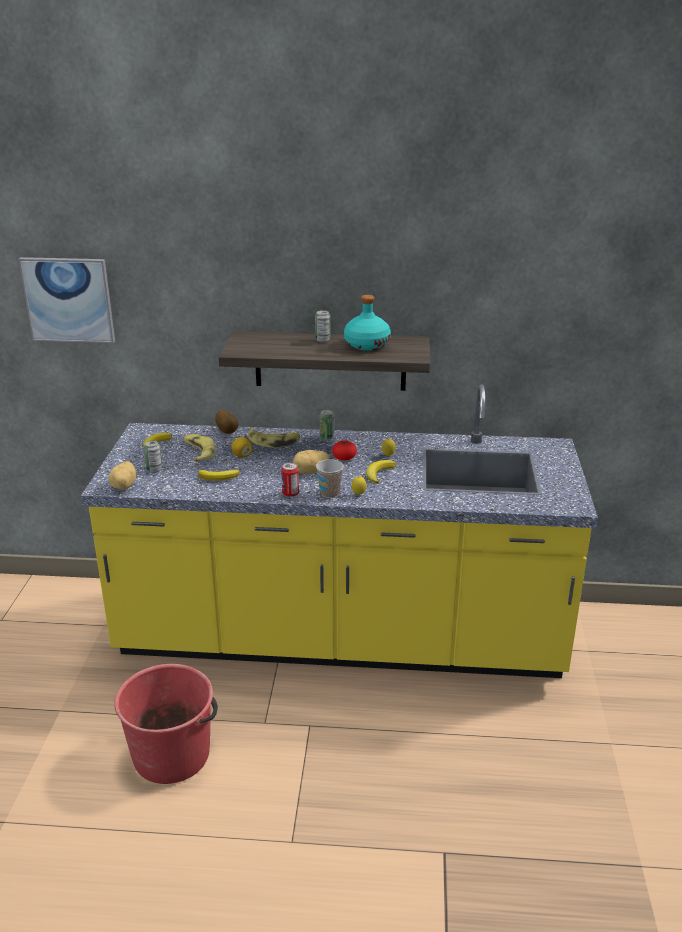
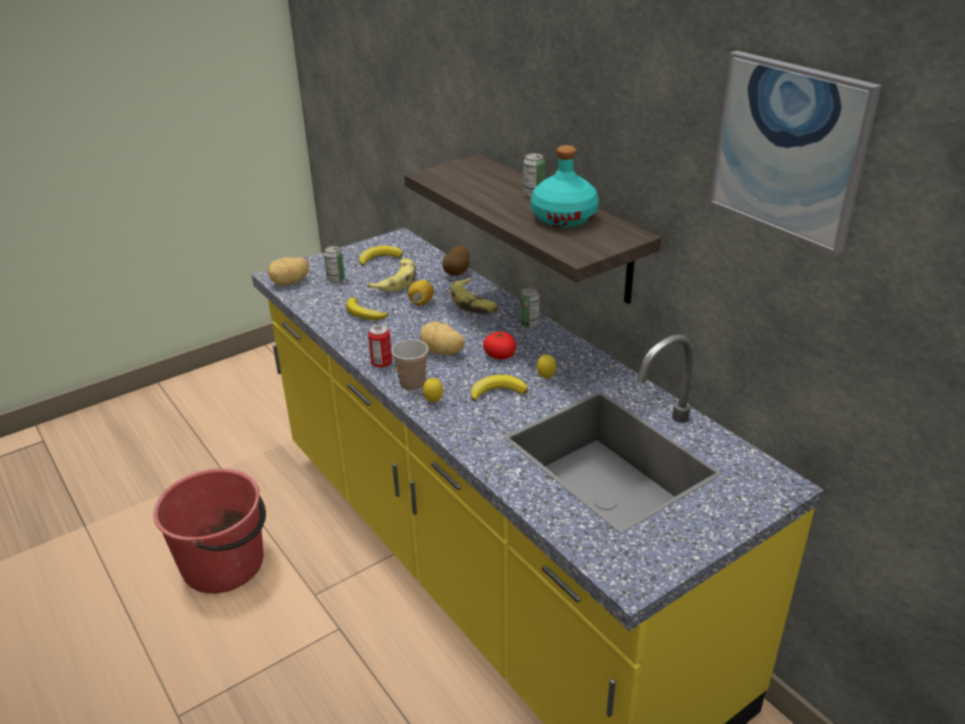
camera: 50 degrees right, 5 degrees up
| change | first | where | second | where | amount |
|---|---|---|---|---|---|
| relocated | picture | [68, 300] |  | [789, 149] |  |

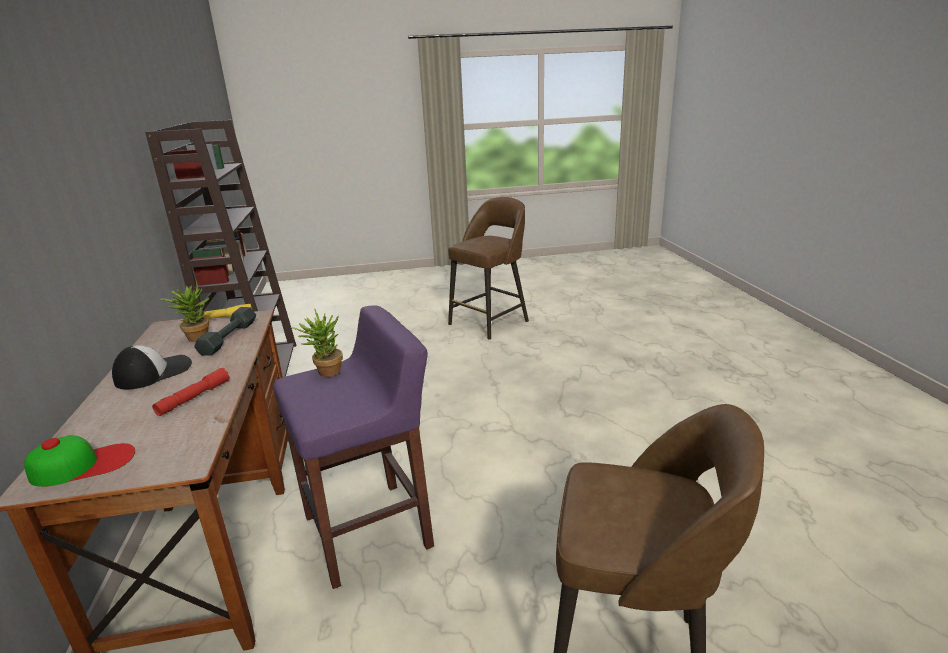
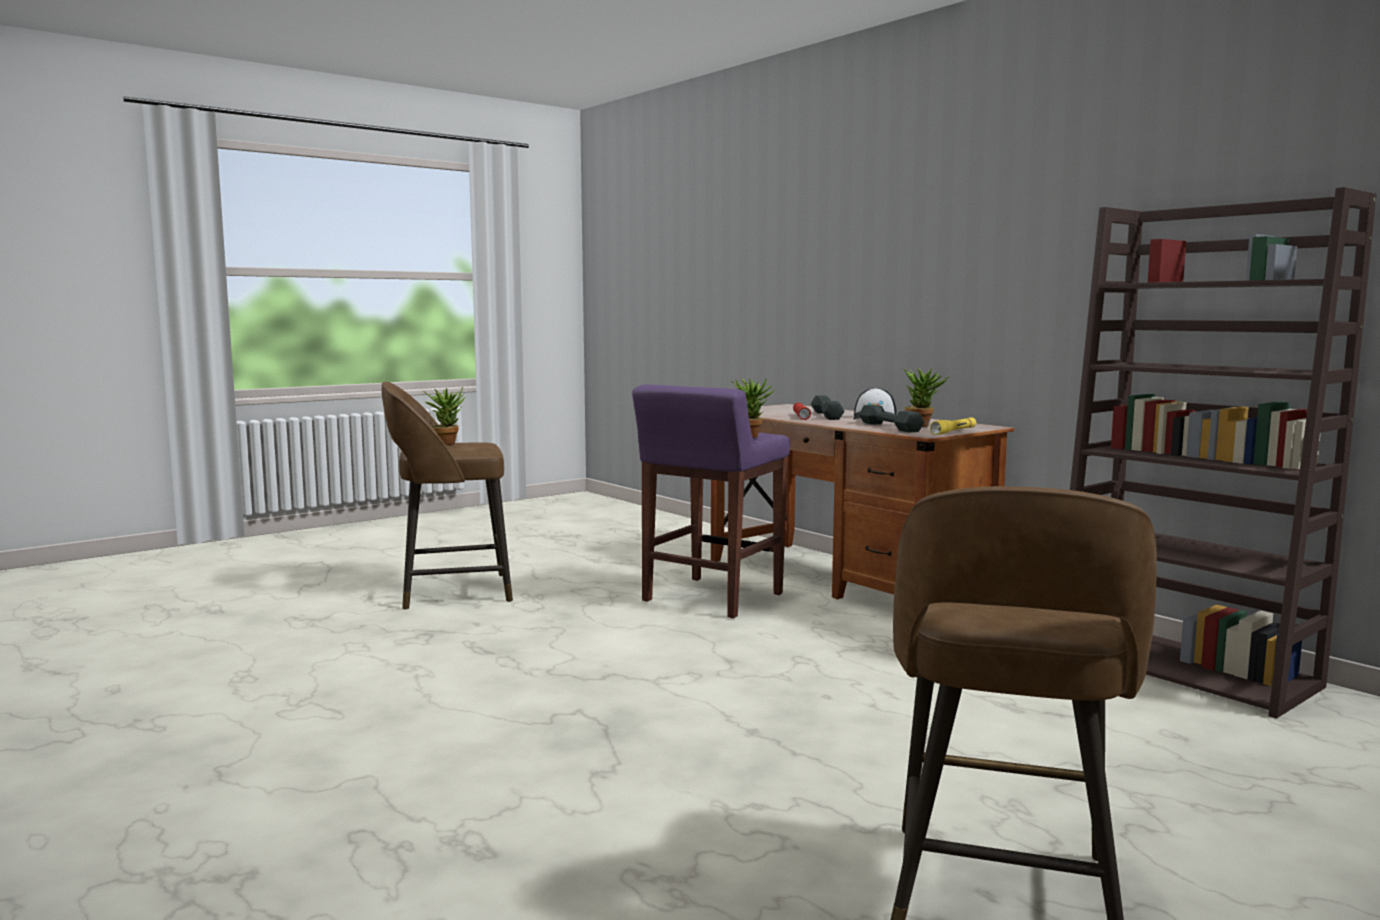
camera: 150 degrees right, 15 degrees down
| change | first | where | second | where | amount |
|---|---|---|---|---|---|
| missing | cap | [83, 464] |  |  |  |
| appeared |  |  | potted plant | [447, 443] |  |
| appeared |  |  | dumbbell in grey | [827, 415] |  |

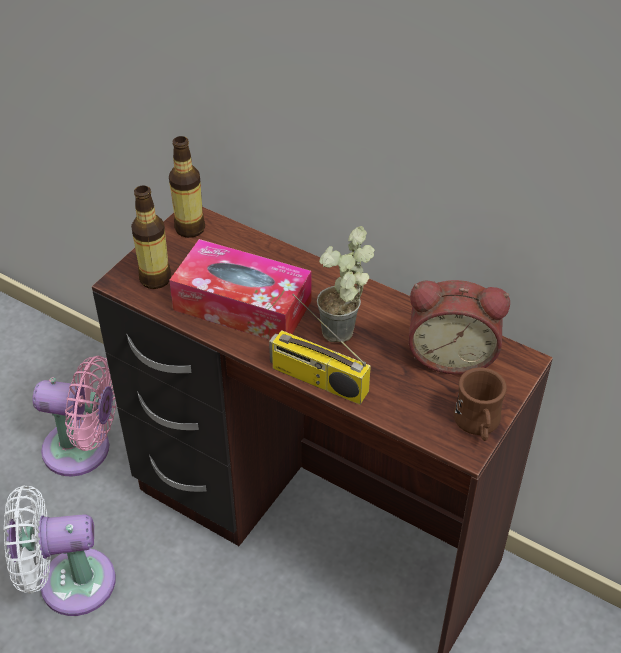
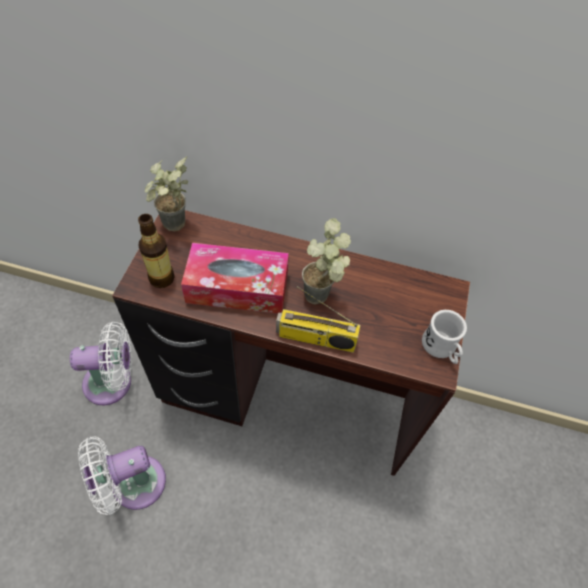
camera: 20 degrees left, 10 degrees up
| change | first | where | second | where | amount |
|---|---|---|---|---|---|
| missing | alarm clock | [451, 354] |  |  |  |
| exchanged | bottle | [190, 228] | potted plant | [174, 229] |  |
| colour | fan in pink | [83, 450] | fan in white | [113, 382] |  |
| colour | mug in brown | [478, 425] | mug in white | [441, 349] |  |

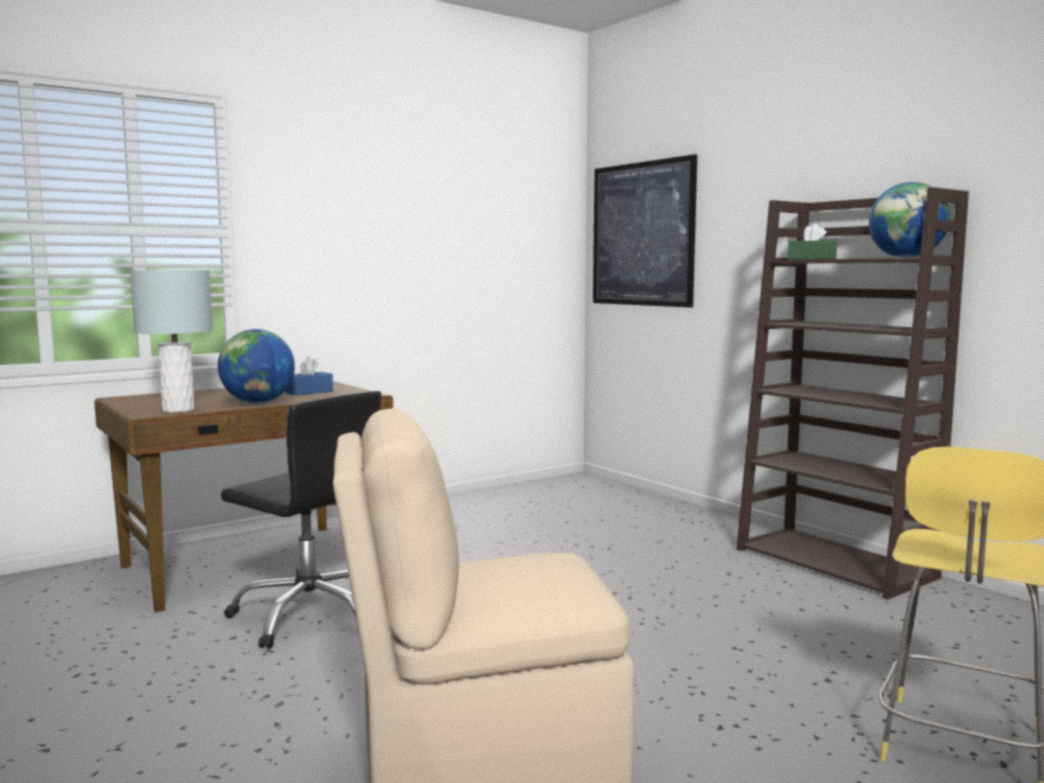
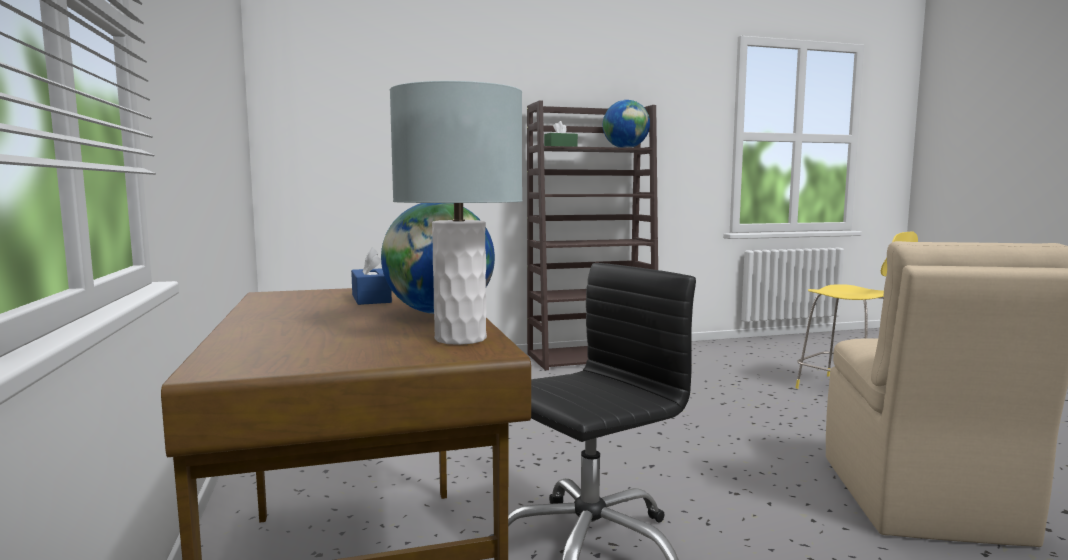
camera: 70 degrees left, 0 degrees up
| change | first | where | second | where | amount |
|---|---|---|---|---|---|
| missing | picture | [642, 234] |  |  |  |

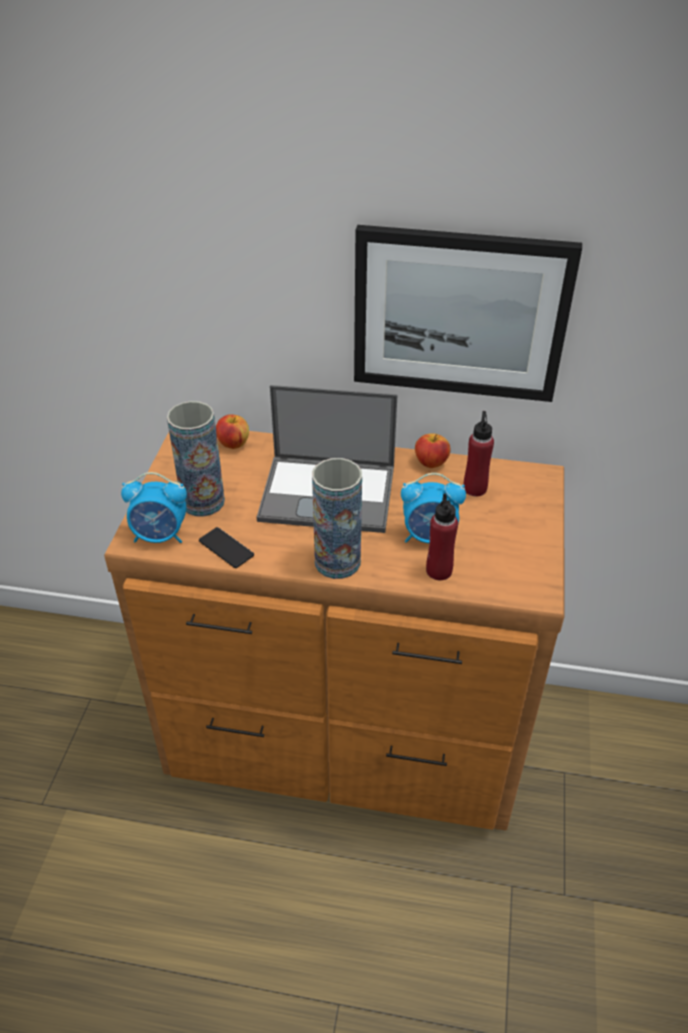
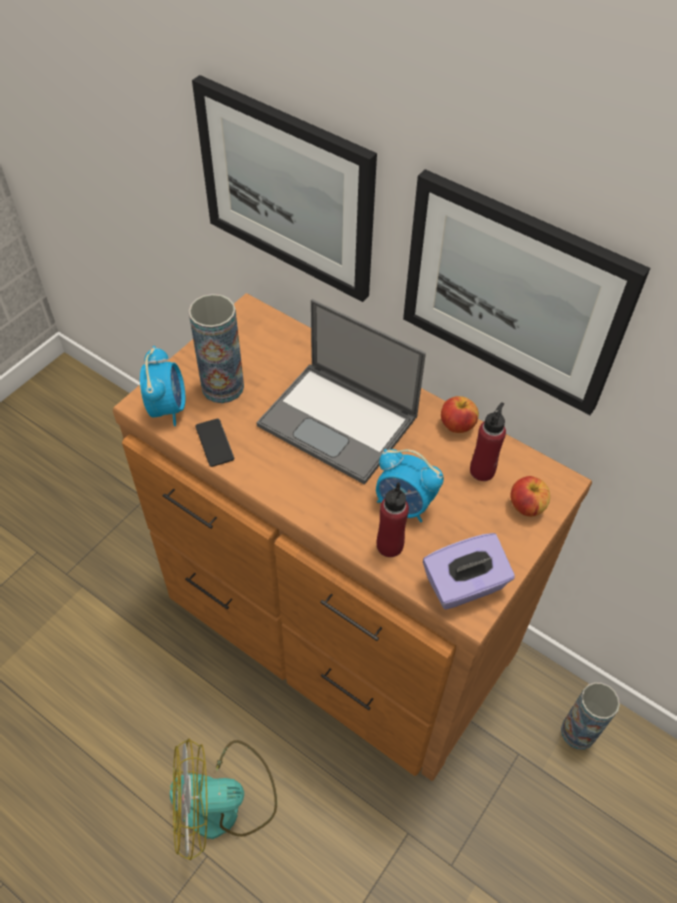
camera: 25 degrees right, 10 degrees up
| change | first | where | second | where | amount |
|---|---|---|---|---|---|
| appeared |  |  | fan | [222, 802] |  |
| appeared |  |  | picture | [287, 189] |  |
| appeared |  |  | tissue box in purple | [464, 585] |  |
| relocated | apple | [233, 443] |  | [526, 506] |  |
| relocated | vase | [337, 562] |  | [578, 732] |  |
| spun | alarm clock | [160, 535] |  | [167, 408] | 120 degrees counterclockwise |

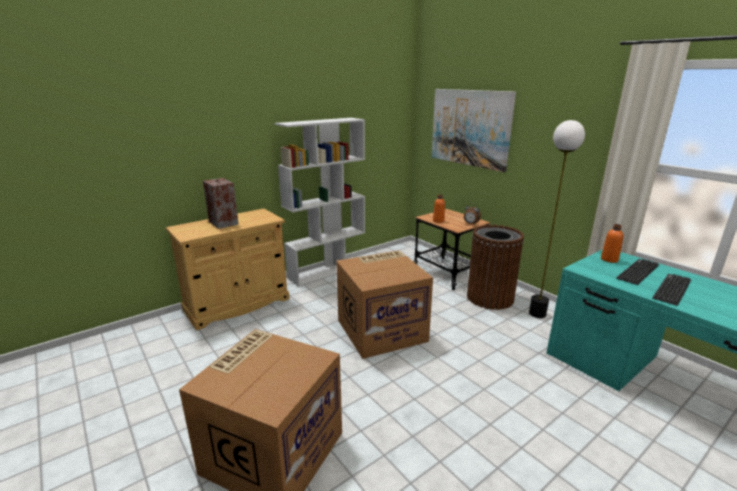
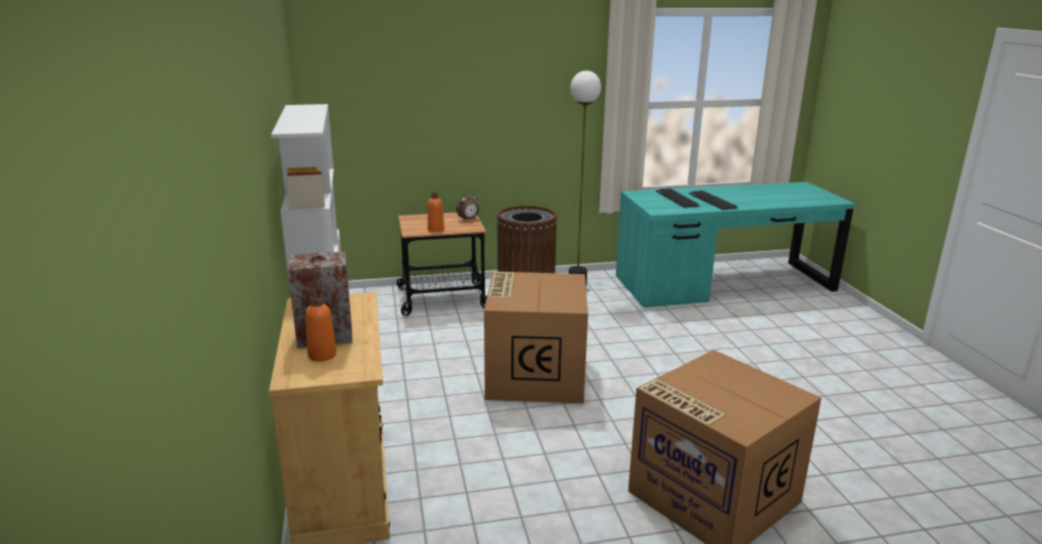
camera: 65 degrees left, 0 degrees up
| change | first | where | second | where | amount |
|---|---|---|---|---|---|
| missing | picture | [470, 128] |  |  |  |
| relocated | bottle in orange | [609, 259] |  | [322, 355] |  |

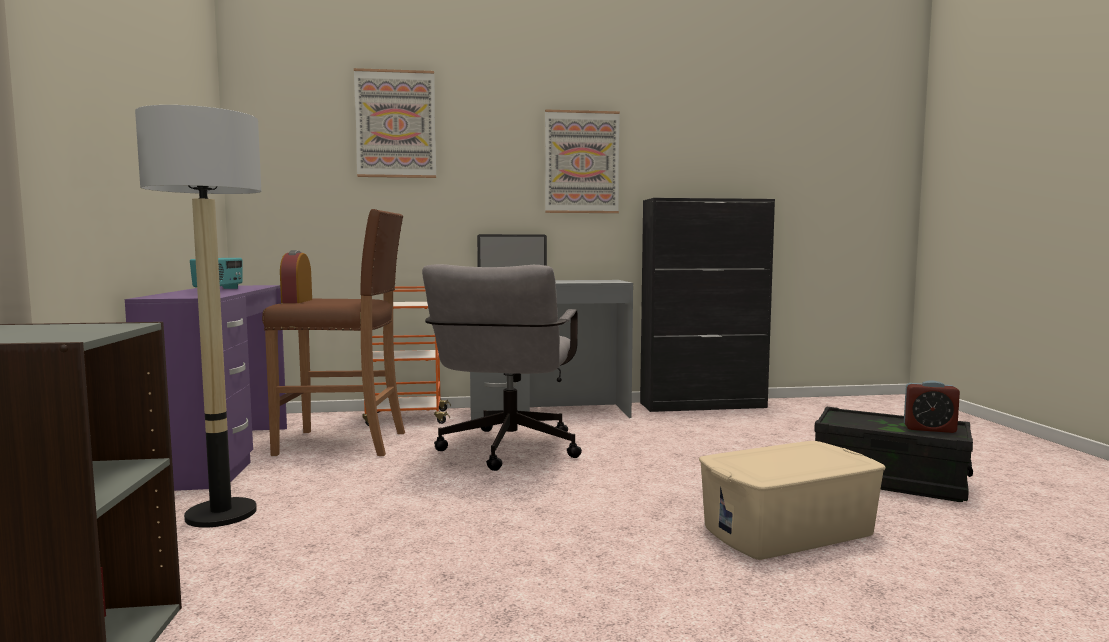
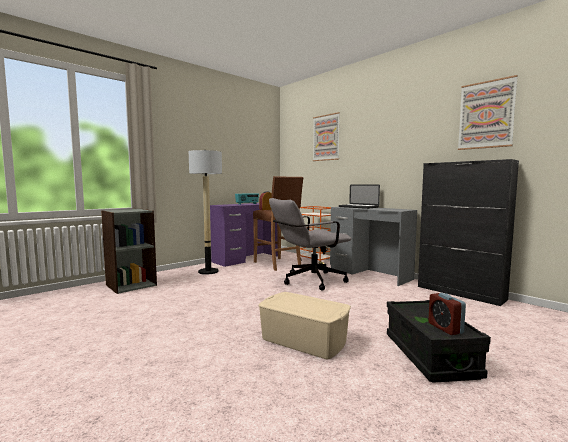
camera: 55 degrees right, 0 degrees up
| change | first | where | second | where | amount |
|---|---|---|---|---|---|
| relocated | picture | [581, 162] |  | [486, 115] |  |

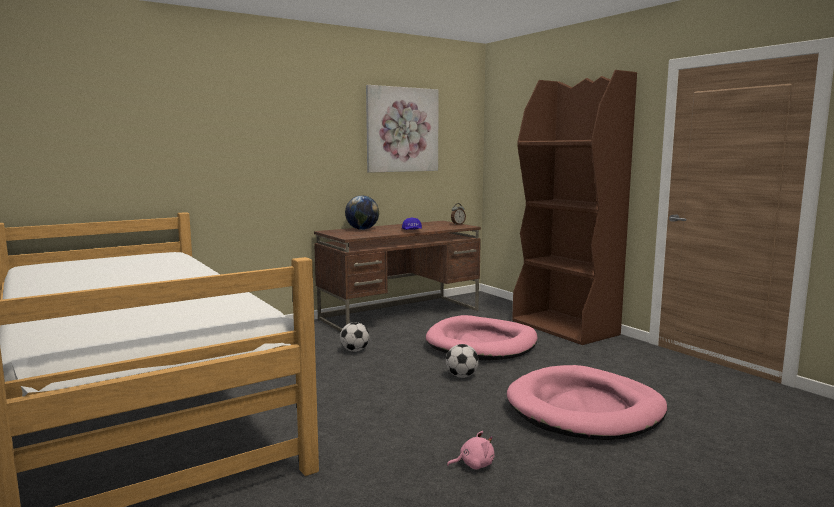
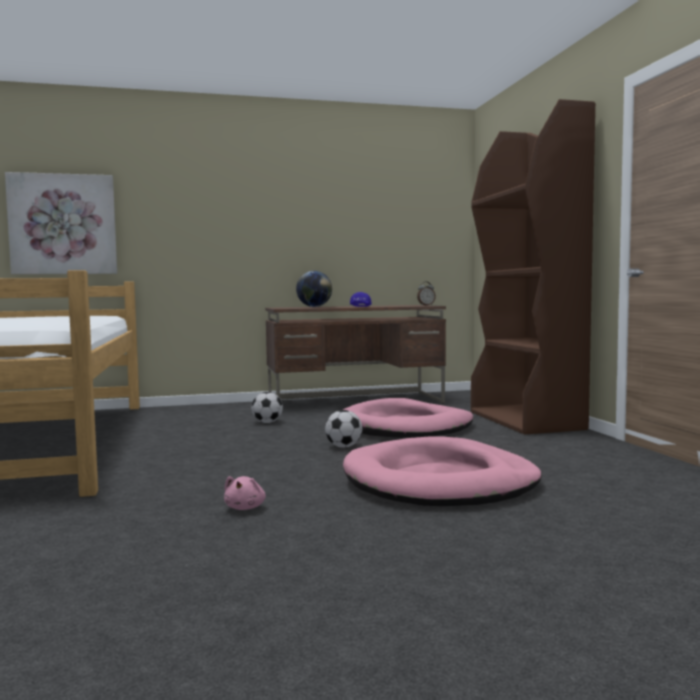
camera: 20 degrees right, 5 degrees down
| change | first | where | second | where | amount |
|---|---|---|---|---|---|
| relocated | picture | [402, 129] |  | [63, 224] |  |
| spun | plush toy in pink | [474, 465] |  | [245, 507] | 90 degrees clockwise |

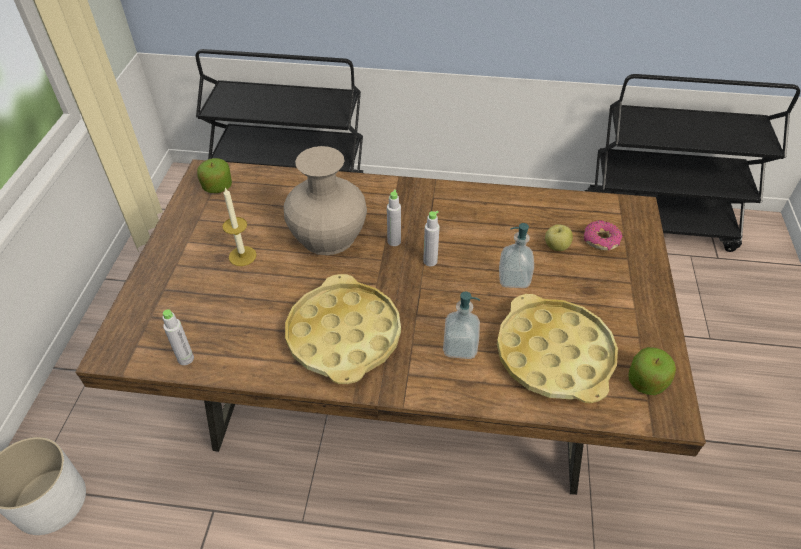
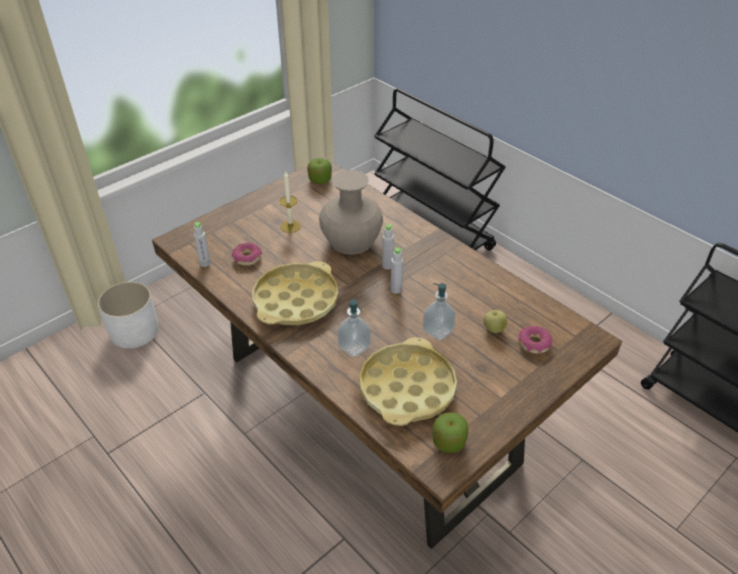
camera: 40 degrees right, 5 degrees down
| change | first | where | second | where | amount |
|---|---|---|---|---|---|
| appeared |  |  | donut | [247, 258] |  |

